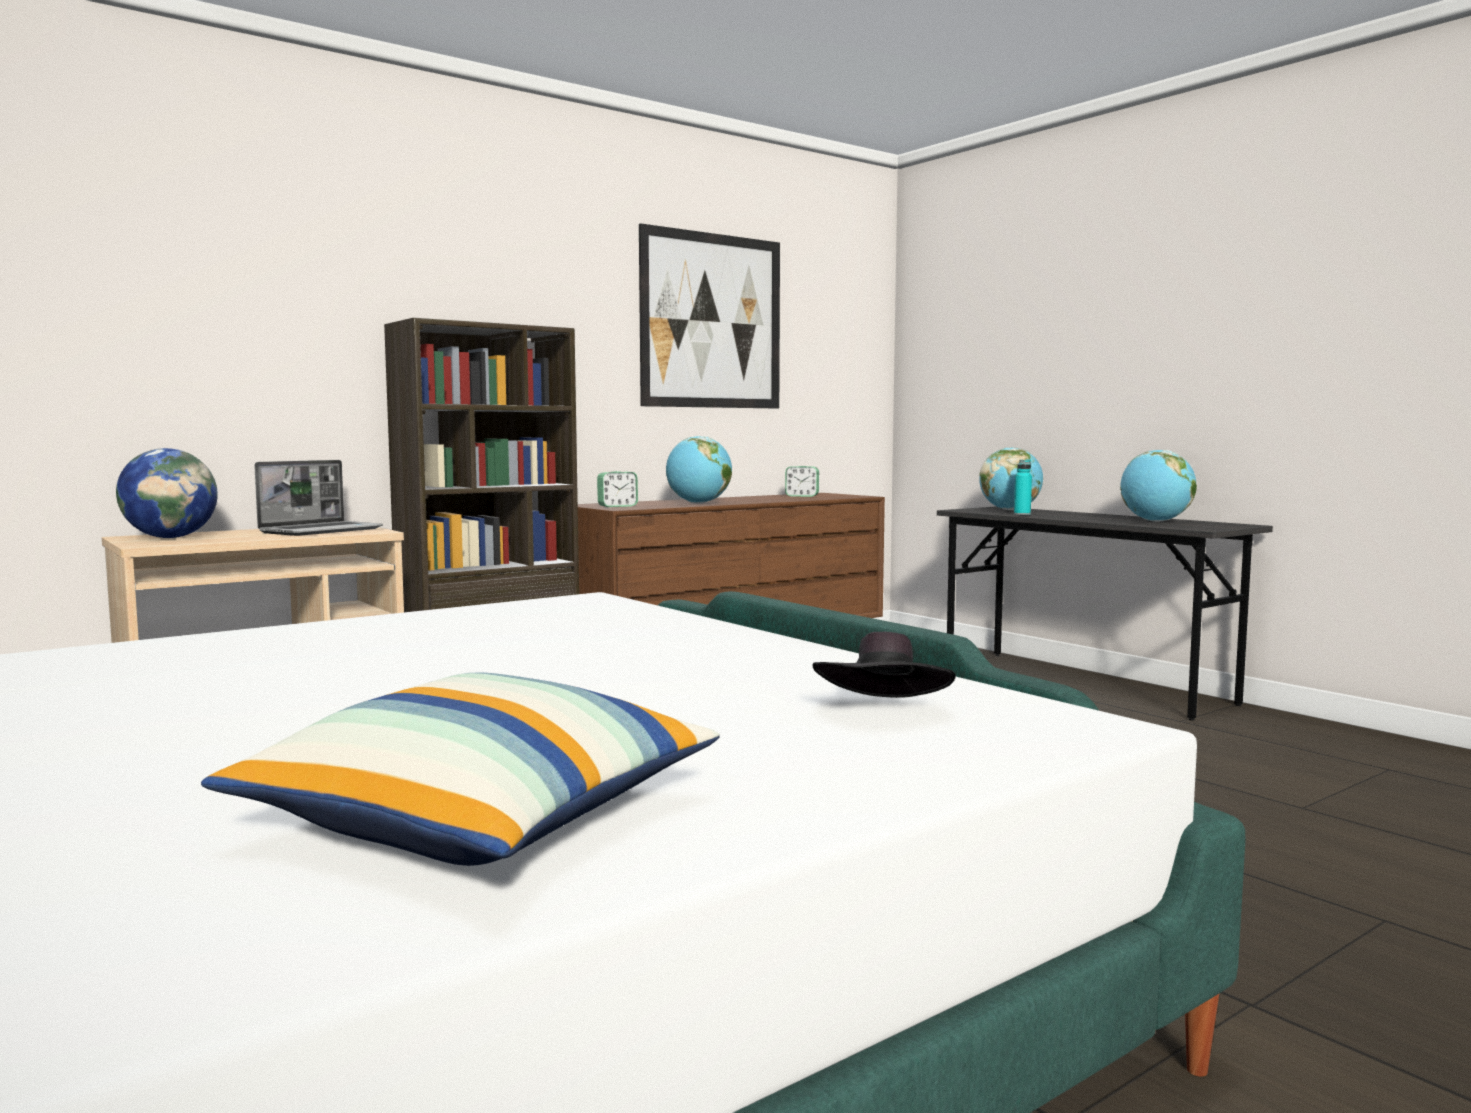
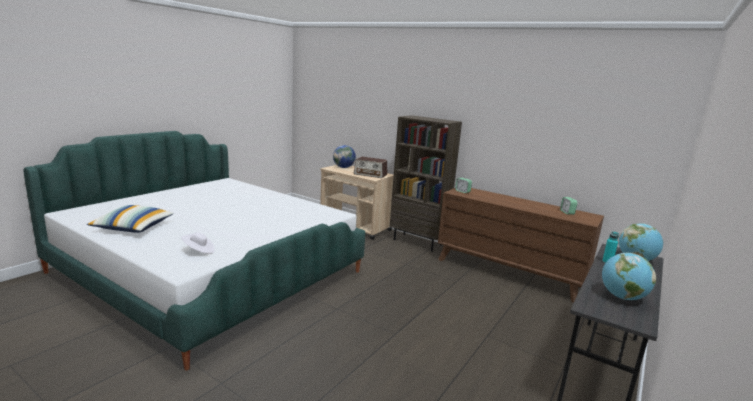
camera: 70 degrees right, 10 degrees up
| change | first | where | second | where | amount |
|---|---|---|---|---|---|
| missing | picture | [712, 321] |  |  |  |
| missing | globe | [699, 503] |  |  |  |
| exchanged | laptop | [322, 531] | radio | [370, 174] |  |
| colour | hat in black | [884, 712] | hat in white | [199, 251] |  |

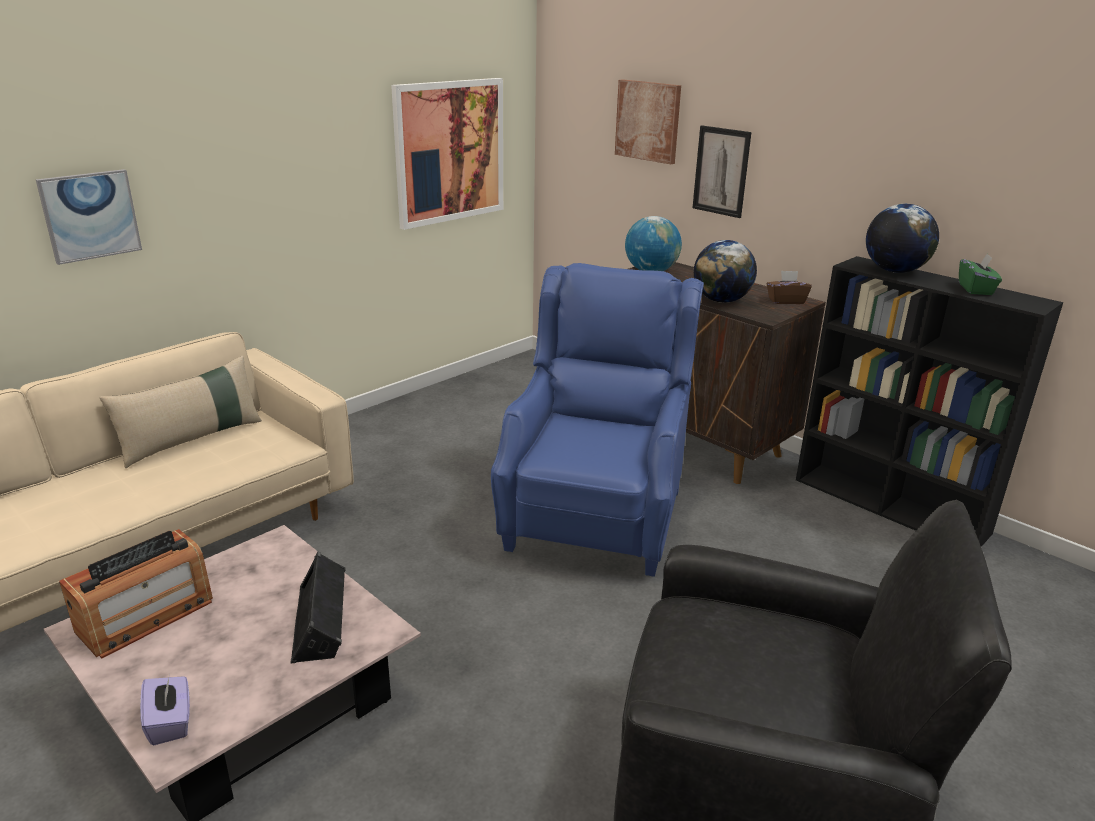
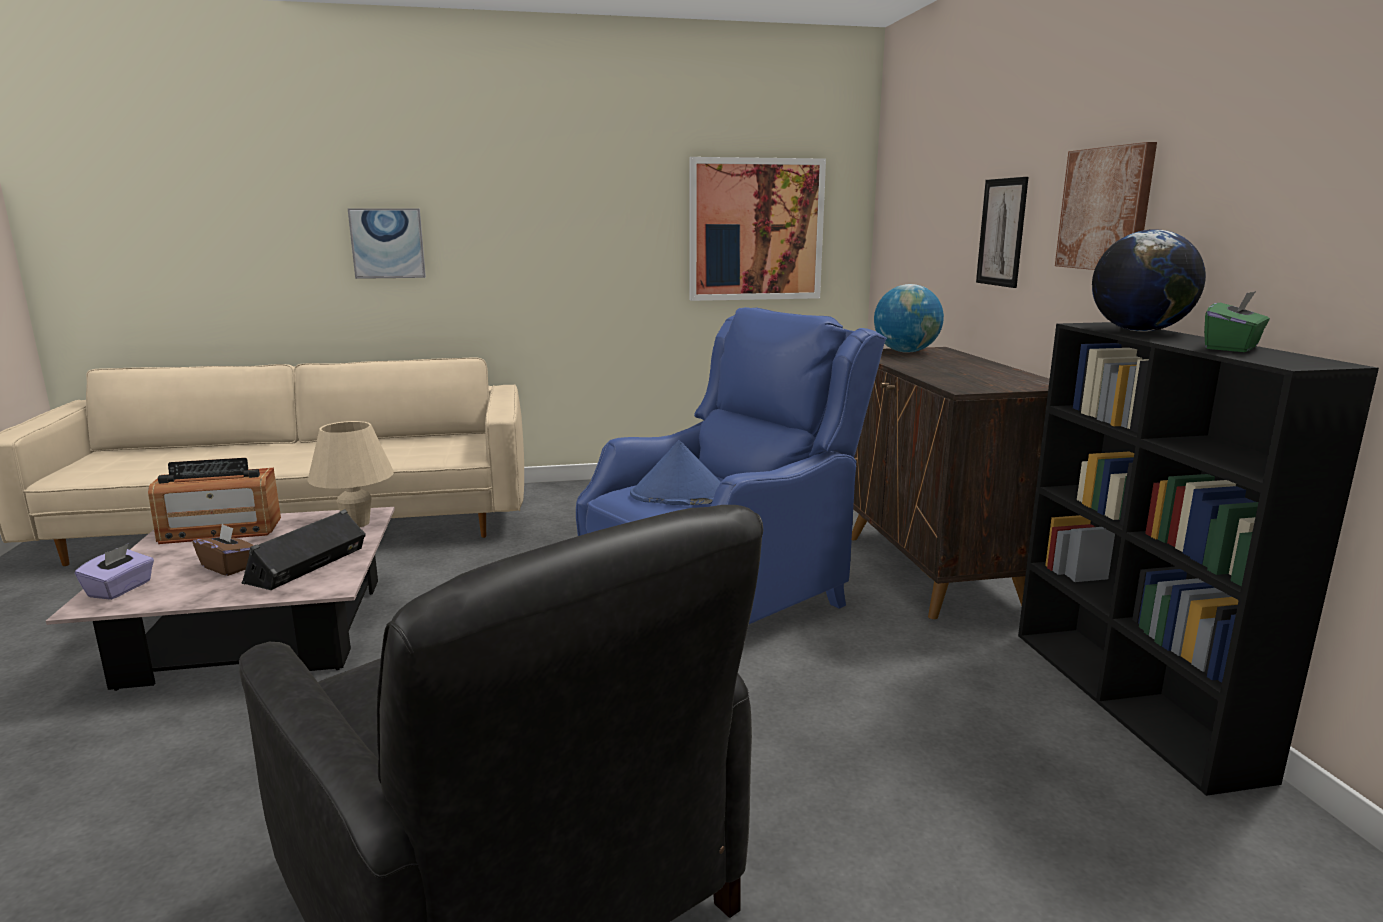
camera: 35 degrees right, 10 degrees down
| change | first | where | second | where | amount |
|---|---|---|---|---|---|
| missing | pillow in beige | [192, 439] |  |  |  |
| missing | globe | [721, 301] |  |  |  |
| appeared |  |  | table lamp in beige | [357, 524] |  |
| appeared |  |  | hat in blue | [680, 496] |  |
| relocated | picture | [648, 121] |  | [1106, 209] |  |
| relocated | tissue box in brown | [786, 301] |  | [228, 567] |  |

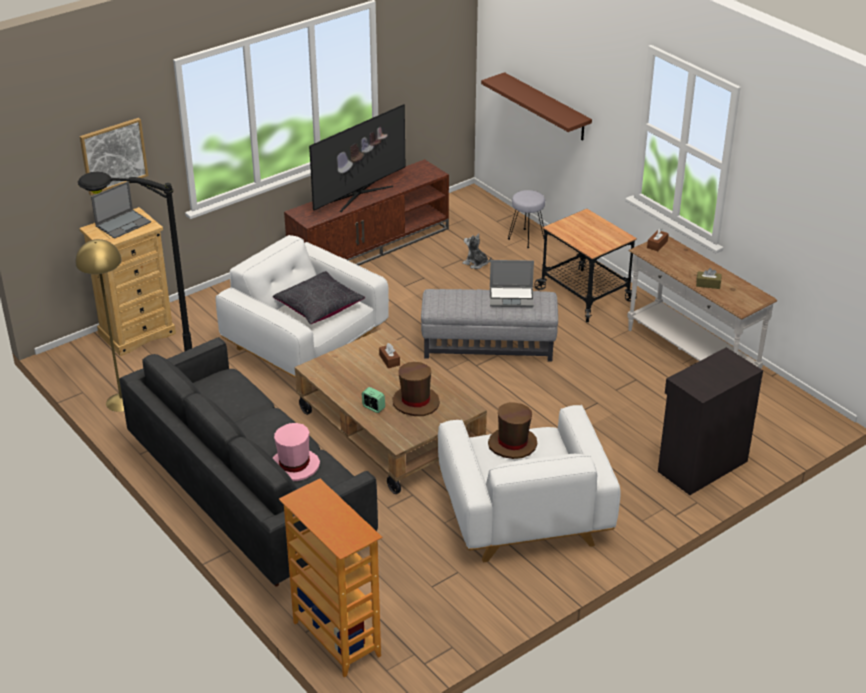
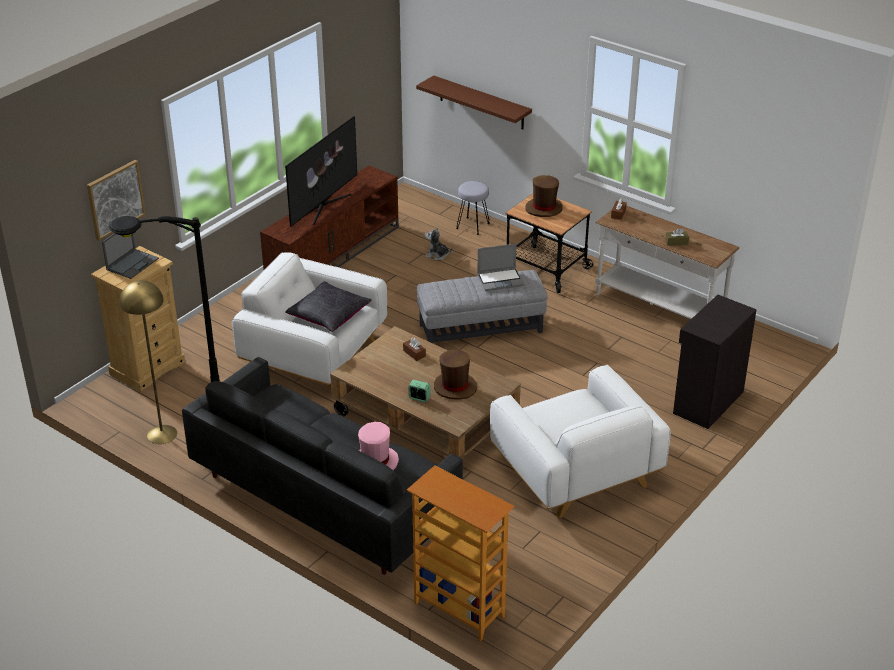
camera: 15 degrees left, 0 degrees up
| change | first | where | second | where | amount |
|---|---|---|---|---|---|
| relocated | hat in brown | [512, 444] |  | [544, 208] |  |

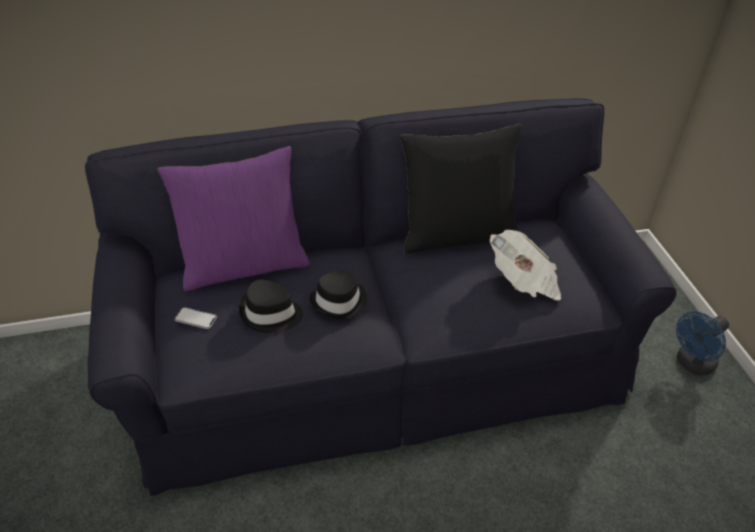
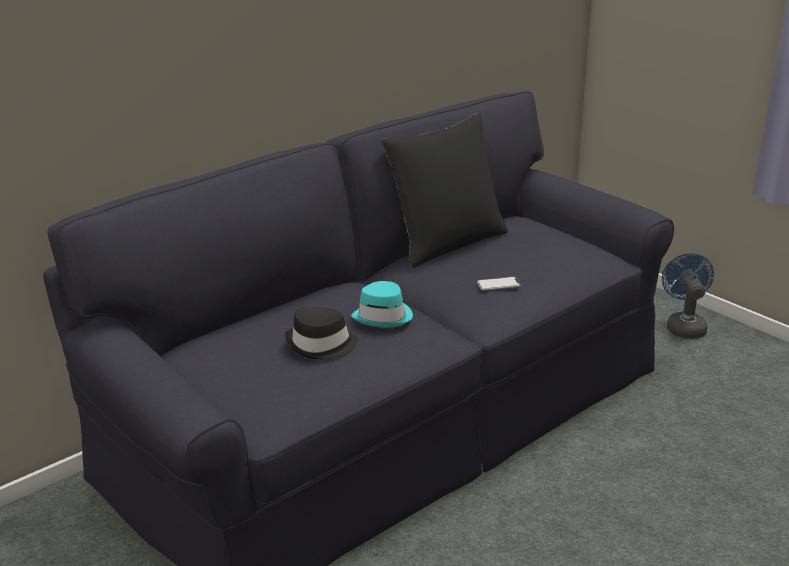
camera: 25 degrees left, 15 degrees down
| change | first | where | second | where | amount |
|---|---|---|---|---|---|
| missing | pillow in purple | [244, 264] |  |  |  |
| missing | newspaper | [524, 281] |  |  |  |
| relocated | phone | [195, 318] |  | [498, 284] |  |
| colour | hat in black | [340, 301] | hat in turquoise | [383, 316] |  |
| spun | fan in blue | [691, 364] |  | [684, 325] | 150 degrees clockwise |

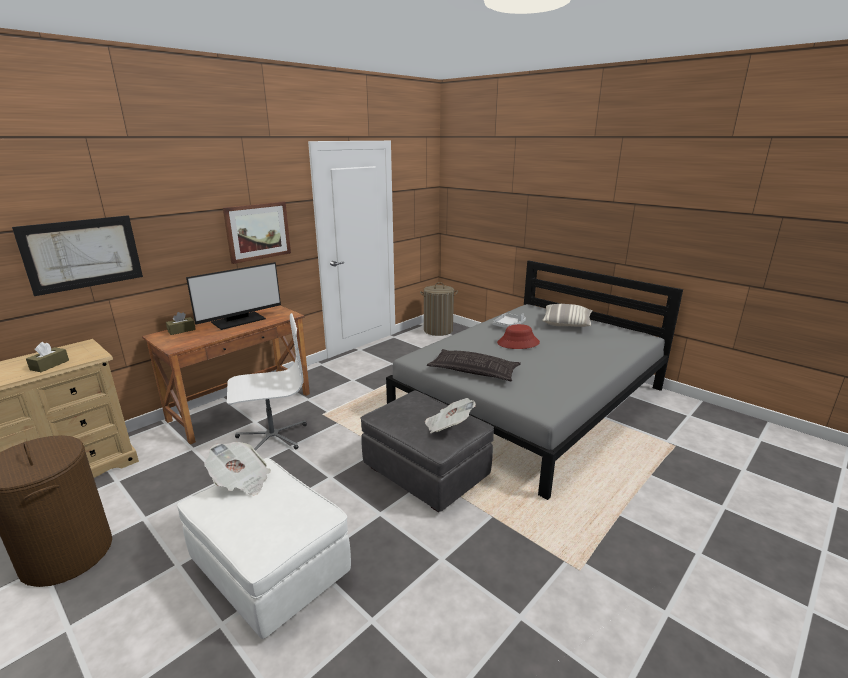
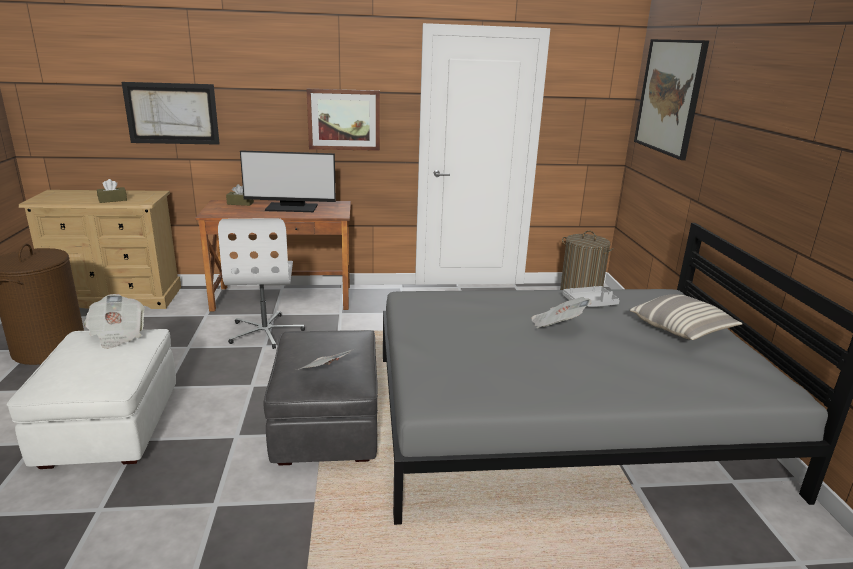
camera: 40 degrees right, 0 degrees up
| change | first | where | second | where | amount |
|---|---|---|---|---|---|
| missing | pillow | [474, 371] |  |  |  |
| appeared |  |  | picture | [669, 96] |  |
| exchanged | hat in red | [518, 343] | newspaper | [557, 325] |  |
| spun | office chair in white | [272, 437] |  | [266, 331] | 60 degrees clockwise |

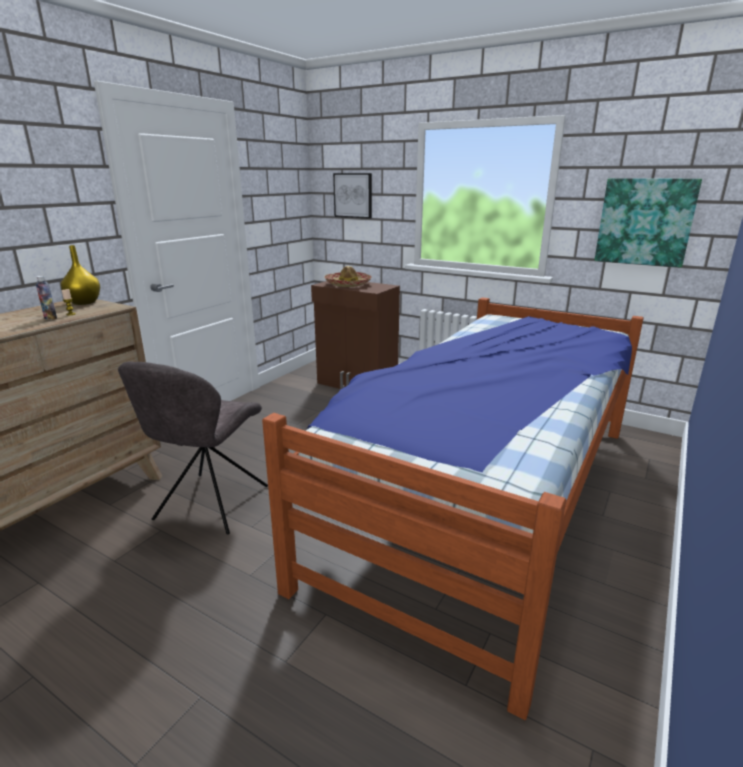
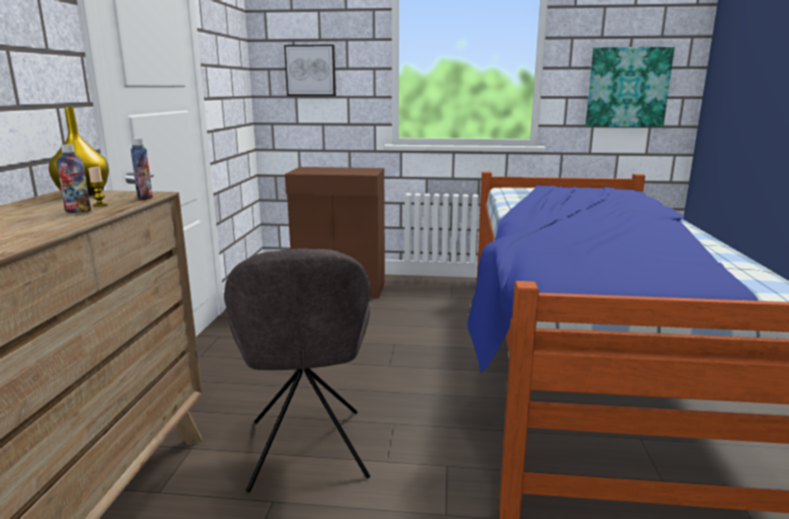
camera: 25 degrees left, 5 degrees down
| change | first | where | second | where | amount |
|---|---|---|---|---|---|
| missing | hat | [348, 284] |  |  |  |
| appeared |  |  | bottle | [145, 198] |  |

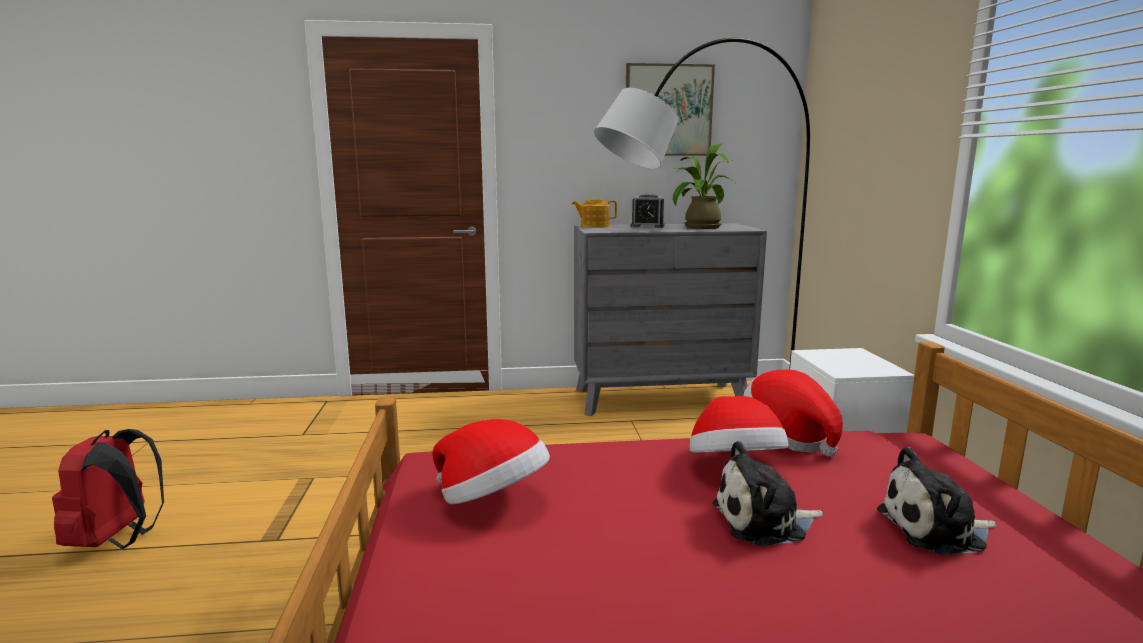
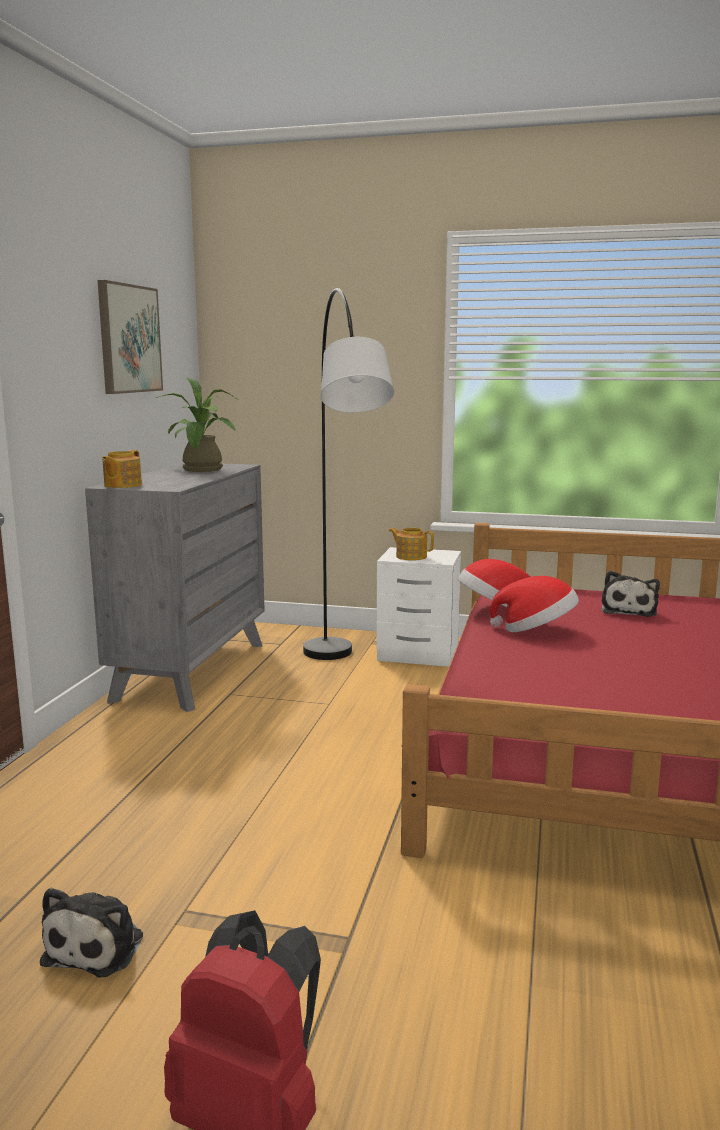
camera: 70 degrees left, 0 degrees up
| change | first | where | second | where | amount |
|---|---|---|---|---|---|
| missing | hat | [492, 500] |  |  |  |
| missing | alarm clock | [647, 226] |  |  |  |
| appeared |  |  | teapot | [411, 556] |  |
| relocated | plush toy | [764, 521] |  | [98, 946] |  |

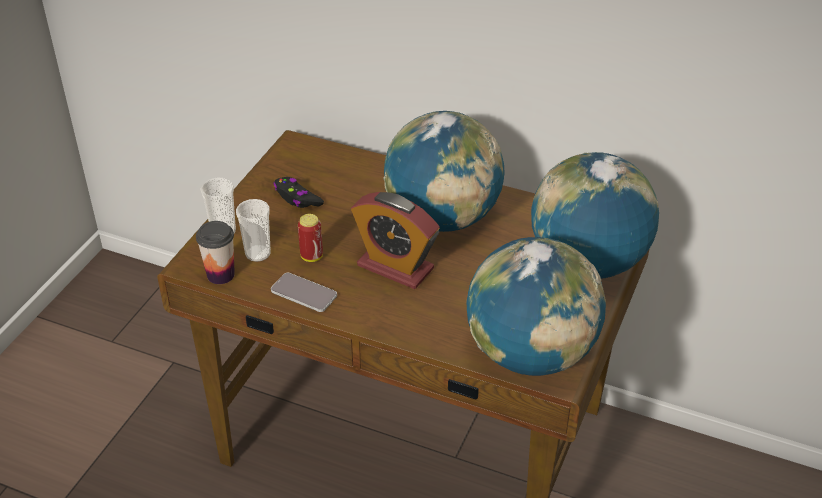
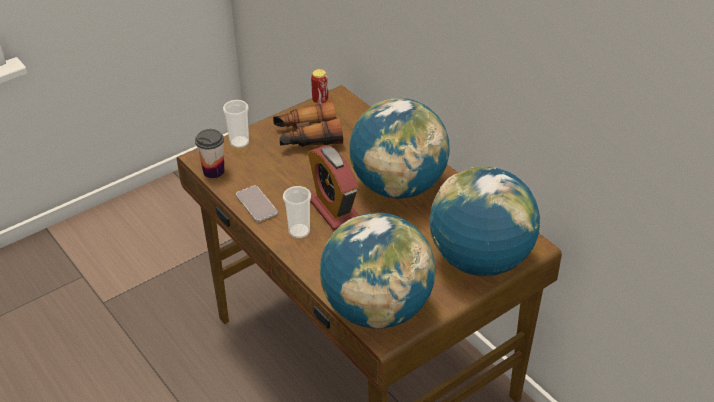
camera: 30 degrees right, 0 degrees up
| change | first | where | second | where | amount |
|---|---|---|---|---|---|
| relocated | cup | [258, 253] |  | [299, 231] |  |
| relocated | can | [311, 256] |  | [320, 102] |  |
| exchanged | game controller in black | [297, 198] | binoculars | [307, 136] |  |

